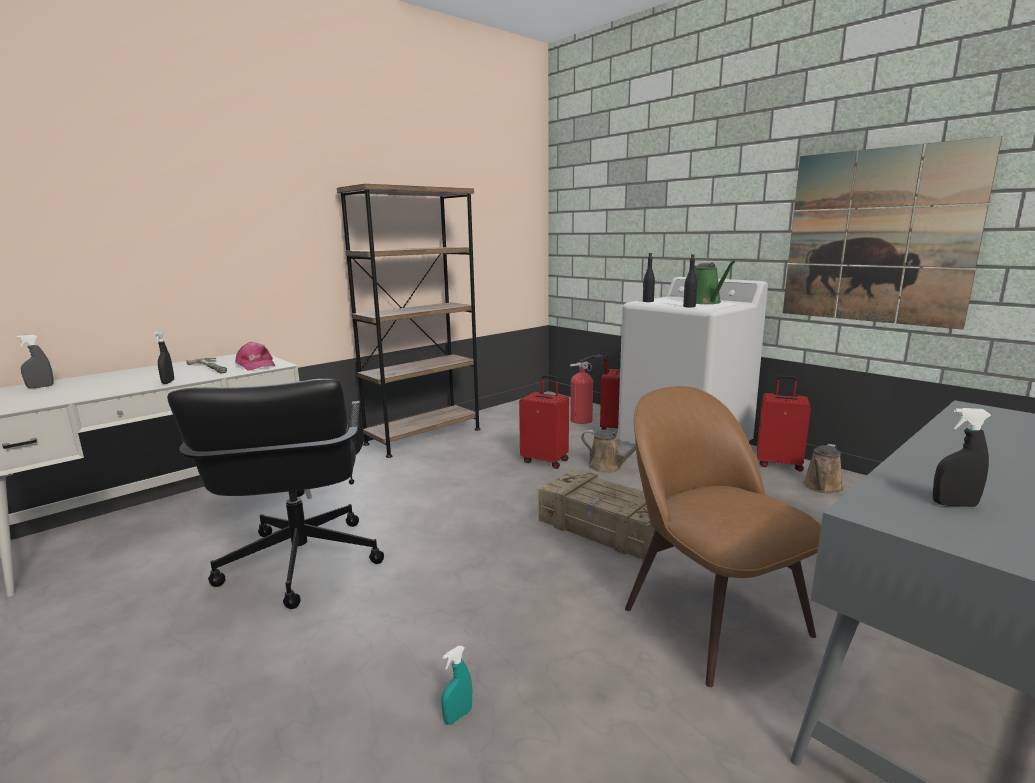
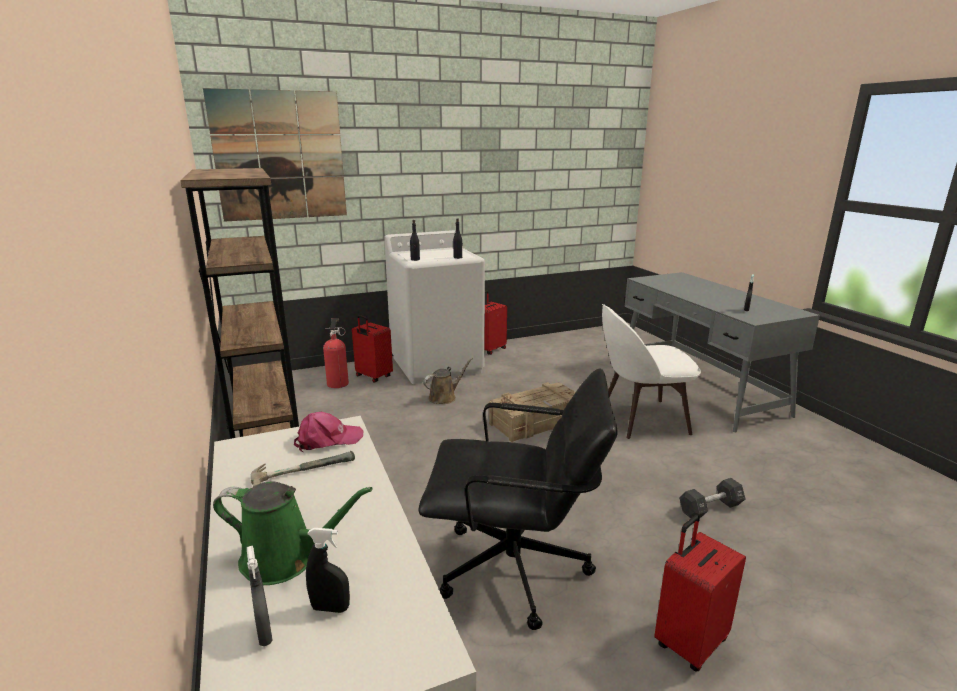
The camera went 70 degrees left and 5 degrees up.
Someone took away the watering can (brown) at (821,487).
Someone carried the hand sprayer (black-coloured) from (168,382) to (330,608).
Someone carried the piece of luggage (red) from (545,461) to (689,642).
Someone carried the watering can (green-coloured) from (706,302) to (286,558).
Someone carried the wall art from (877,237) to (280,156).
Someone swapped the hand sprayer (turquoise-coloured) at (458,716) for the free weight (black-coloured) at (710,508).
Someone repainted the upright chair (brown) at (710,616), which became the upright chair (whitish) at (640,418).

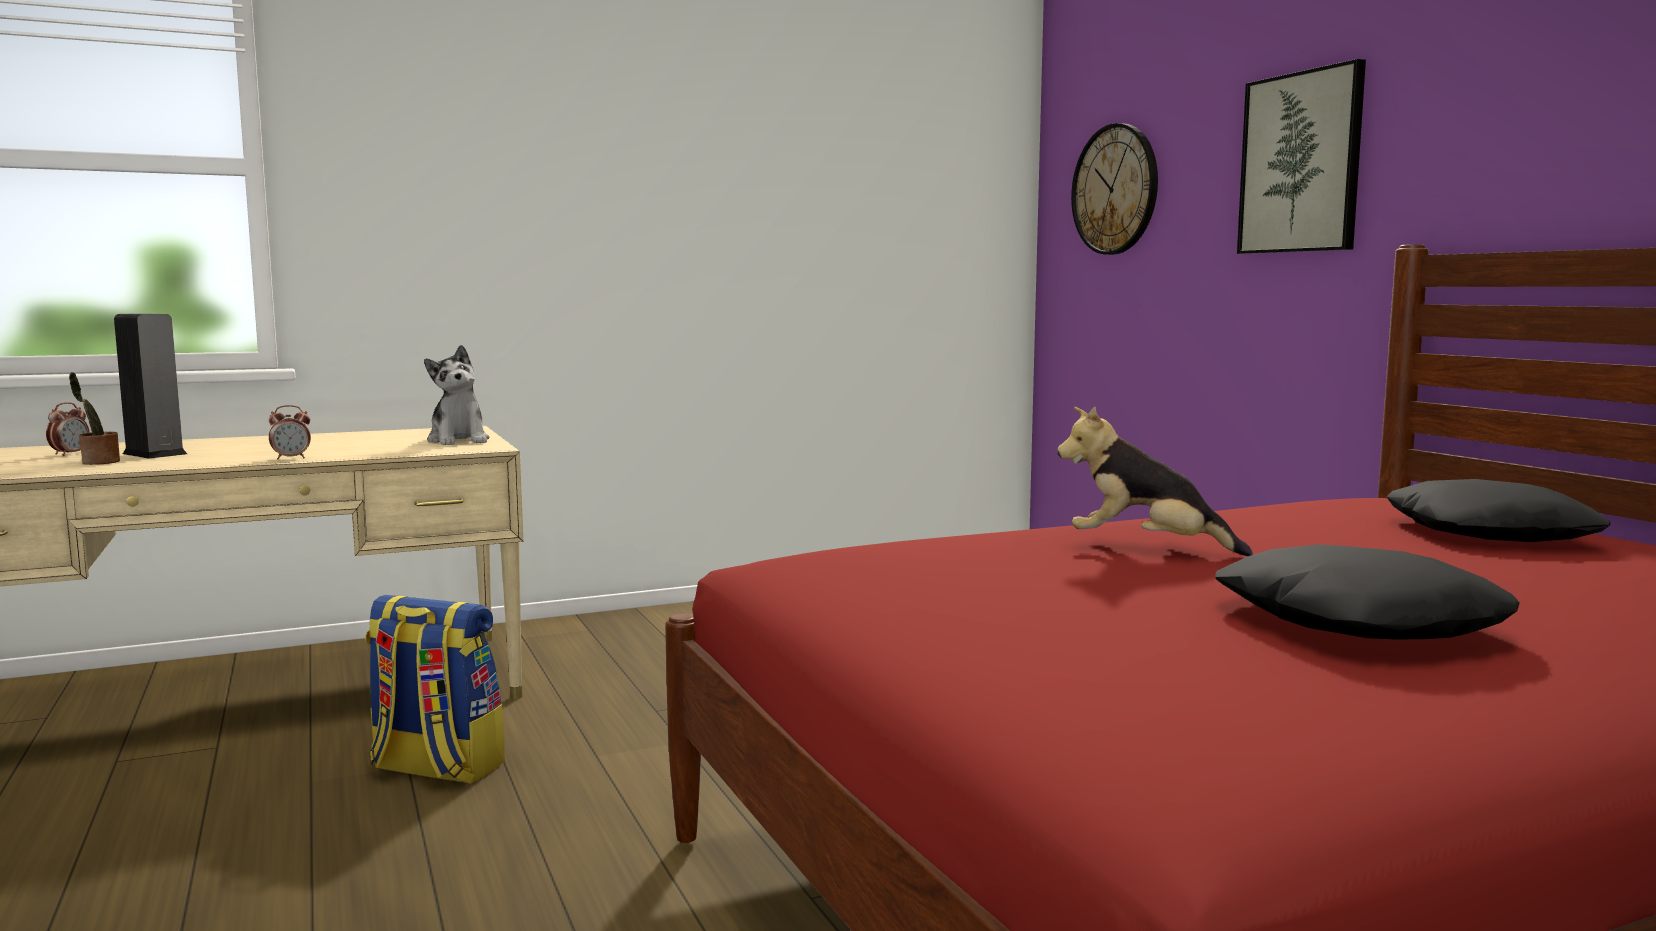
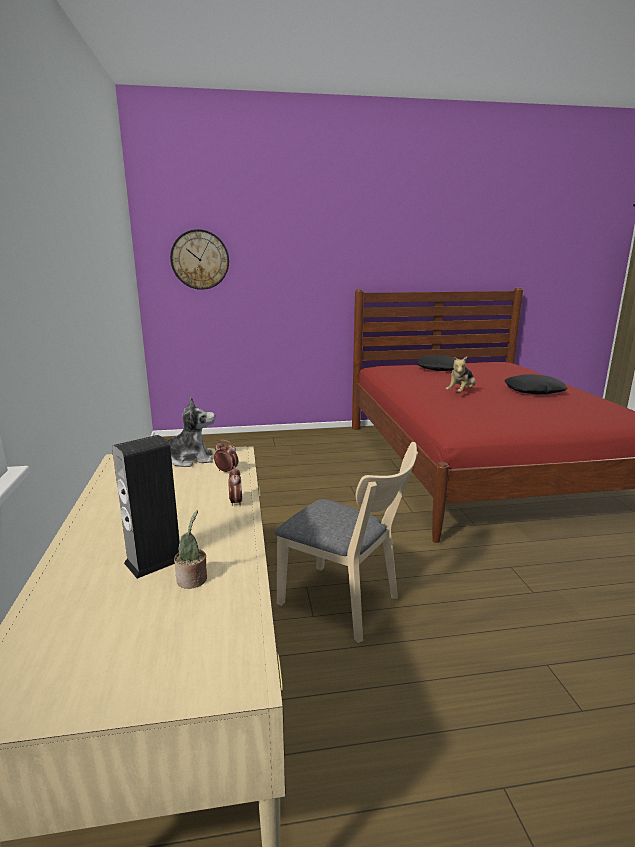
The camera went 75 degrees left and 10 degrees up.
Someone took away the wall art at (1301,163).
Someone carried the bedside clock from (70,454) to (226,471).
Someone swapped the rucksack at (435,768) for the upright chair (beige) at (346,603).

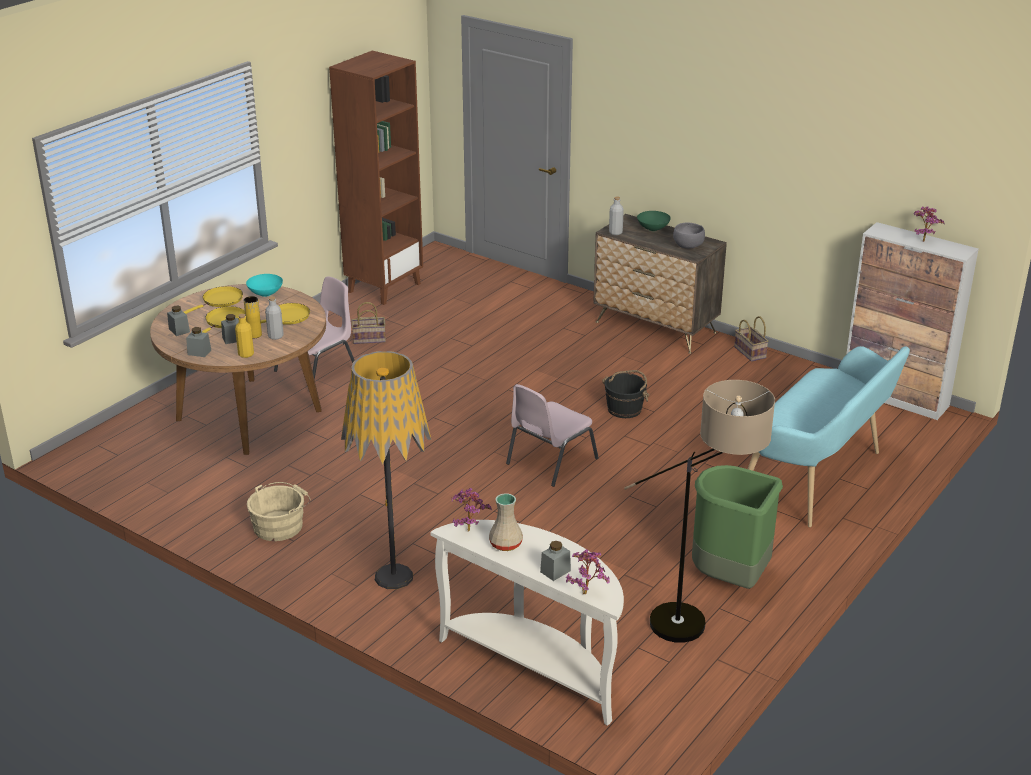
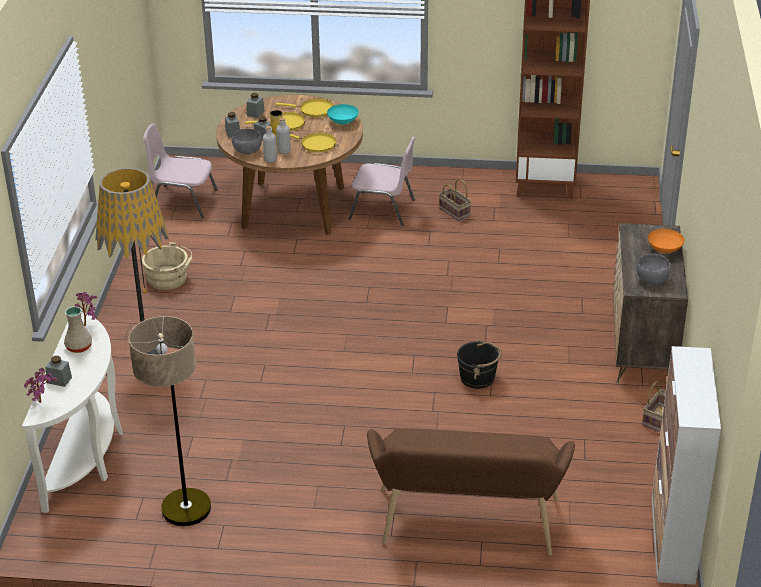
The camera went 60 degrees right and 5 degrees up.
Someone took away the trash can (green-coloured) at (729,579).
Someone took away the plant in a pot at (922,240).
Someone carried the upright chair (pinkish) from (550,461) to (182,201).
Someone carried the drink bottle (grey) from (615,232) to (270,159).
Someone swapped the drink bottle (yellowish) at (246,354) for the deep dish (grey) at (247,150).
Someone repainted the deep dish (green-coloured) at (653,229), which became the deep dish (orange-coloured) at (664,250).
Someone repainted the long seat (turquoise-coloured) at (817,479), which became the long seat (brown) at (467,528).

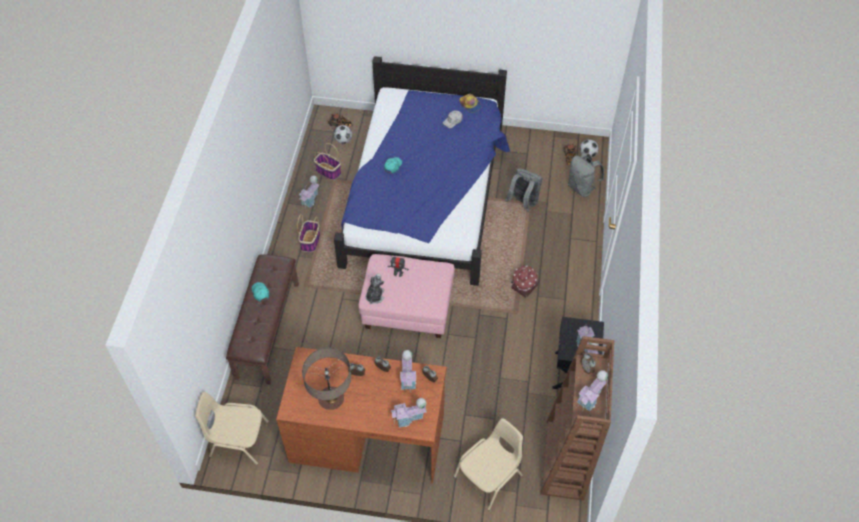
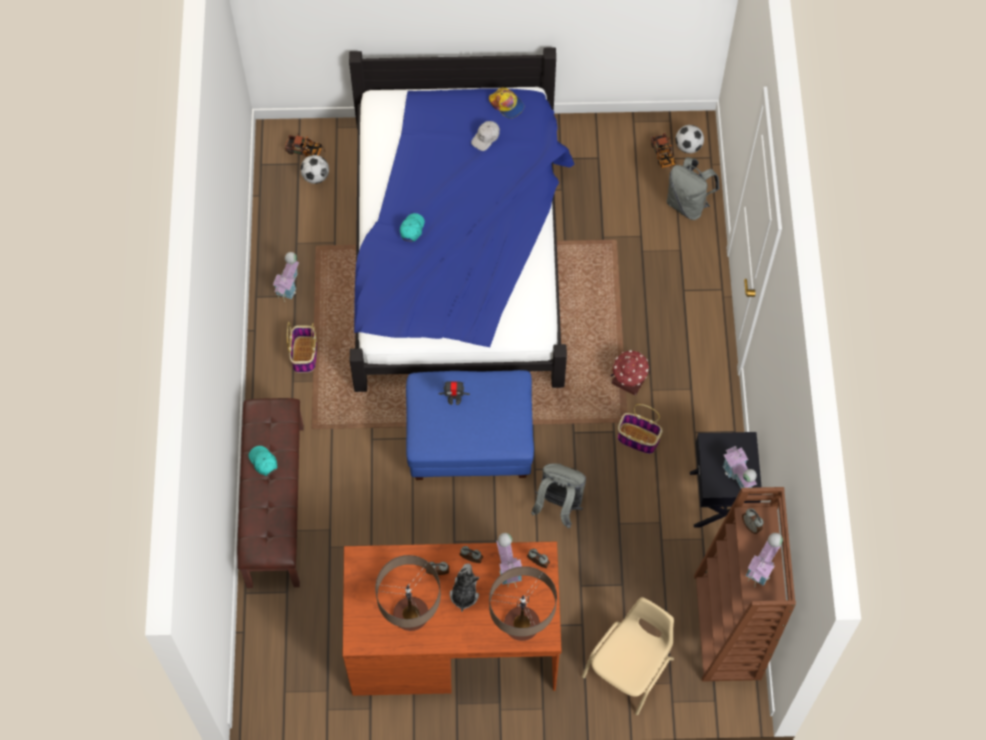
The camera went 10 degrees left and 10 degrees up.
Someone took away the upright chair (beige) at (238,439).
Someone carried the household basket from (328,171) to (637,439).
Someone carried the plush toy from (375,296) to (464,593).
Someone carried the rucksack (grey) from (523,203) to (558,505).
Someone swapped the miniature house at (409,418) for the table lamp at (521,624).
Someone repainted the footrest (pinkish) at (408,309), which became the footrest (blue-coloured) at (470,440).

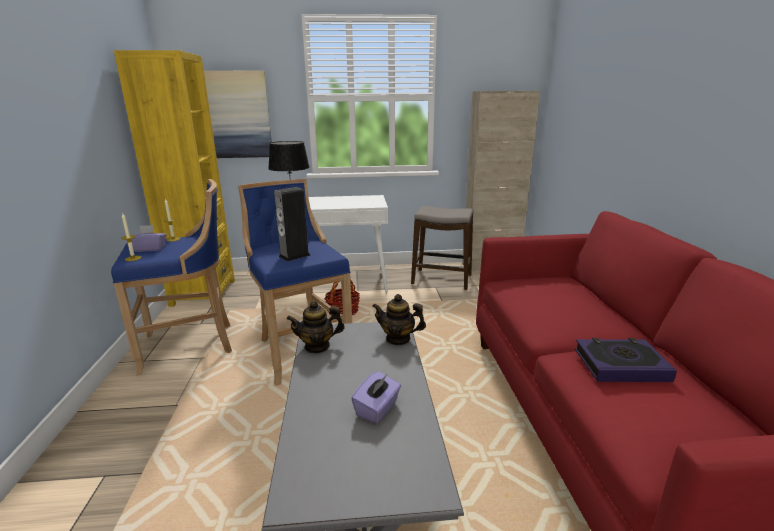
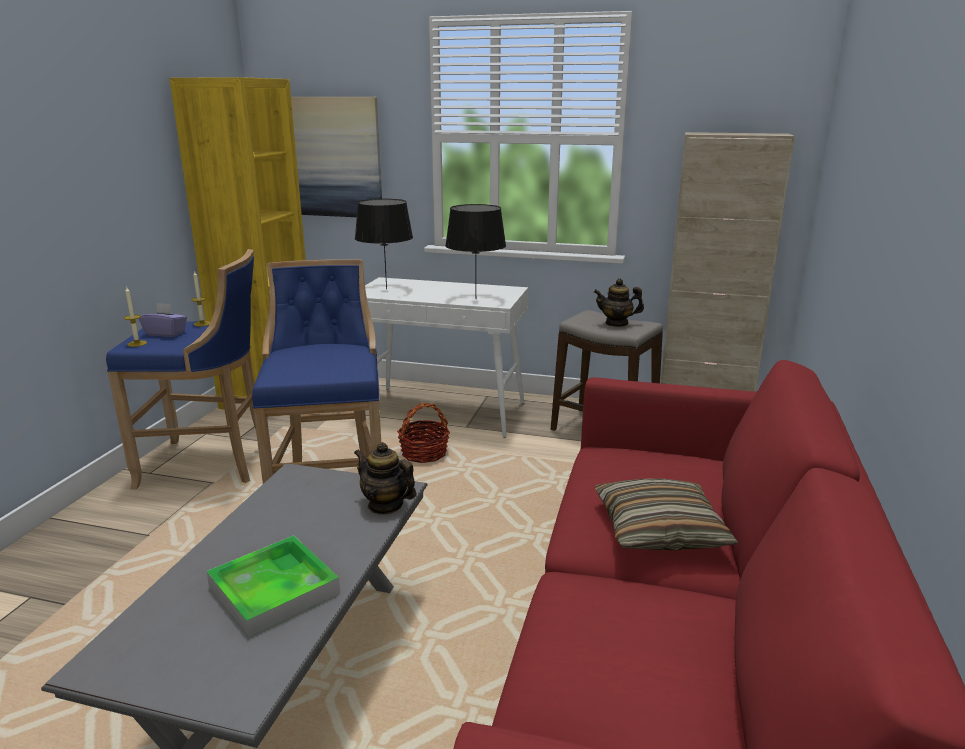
The camera went 20 degrees right and 0 degrees up.
Someone took away the loudspeaker at (294,256).
Someone took away the bound book at (620,365).
Someone put down the table lamp (black-coloured) at (476,299).
Someone put down the pillow at (659,530).
Someone carried the pot for tea from (317,346) to (616,323).
Someone swapped the tissue holder (purplish) at (377,409) for the serving tray at (274,589).

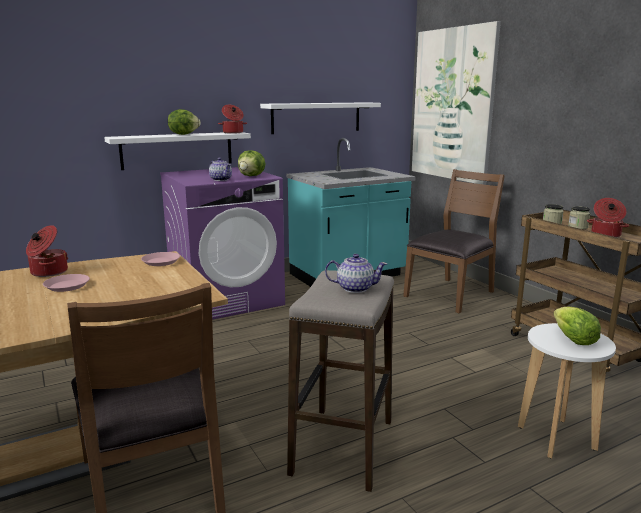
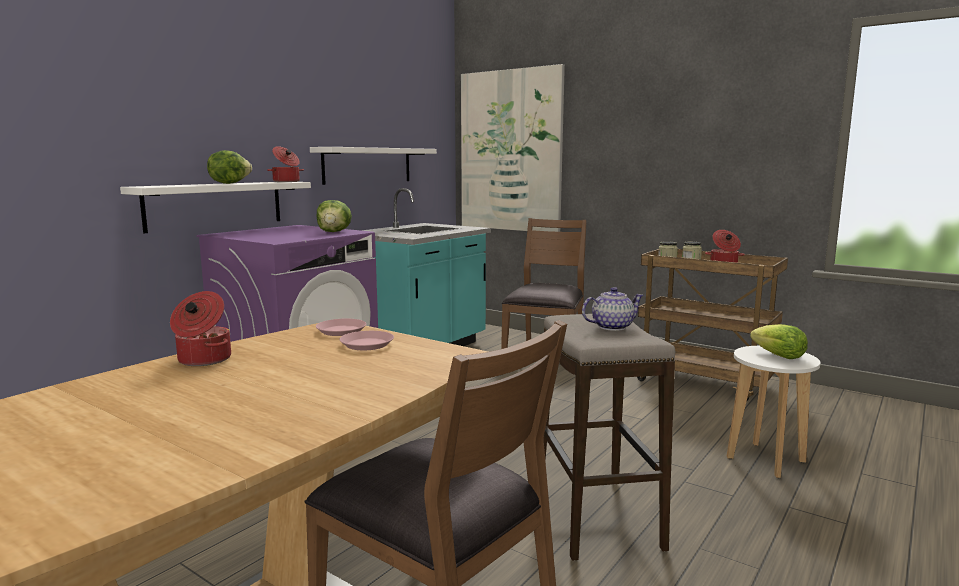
The camera went 25 degrees left and 5 degrees down.
Someone took away the pot for tea at (221,179).
Someone carried the plate (pinkish) from (67,286) to (367,344).

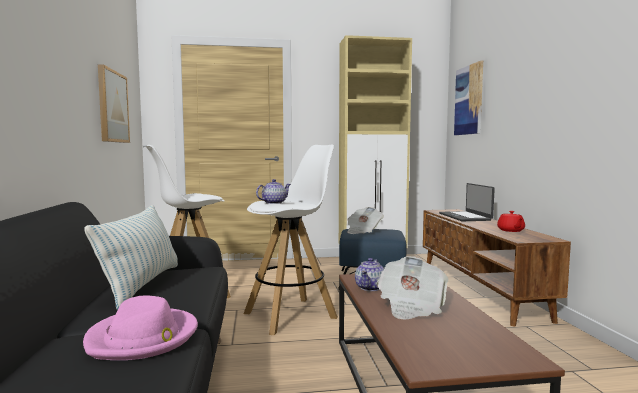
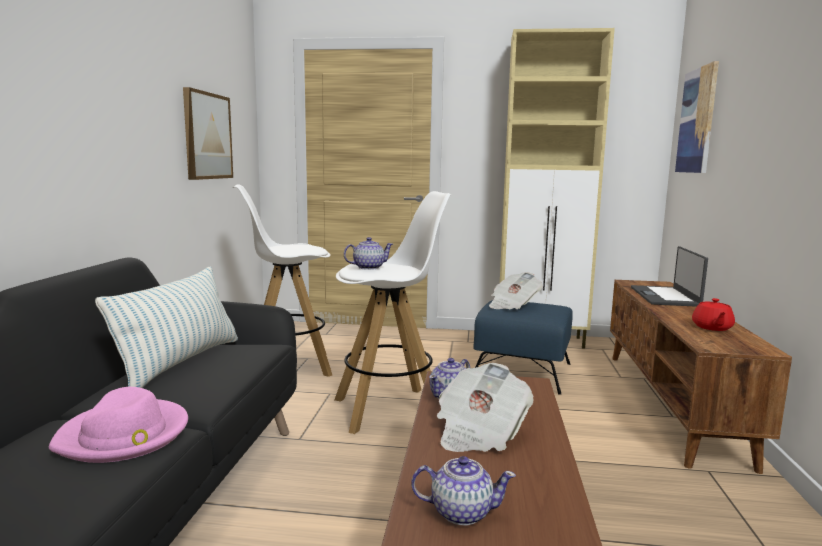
The camera went 15 degrees right and 5 degrees up.
Someone put down the pot for tea at (461,512).

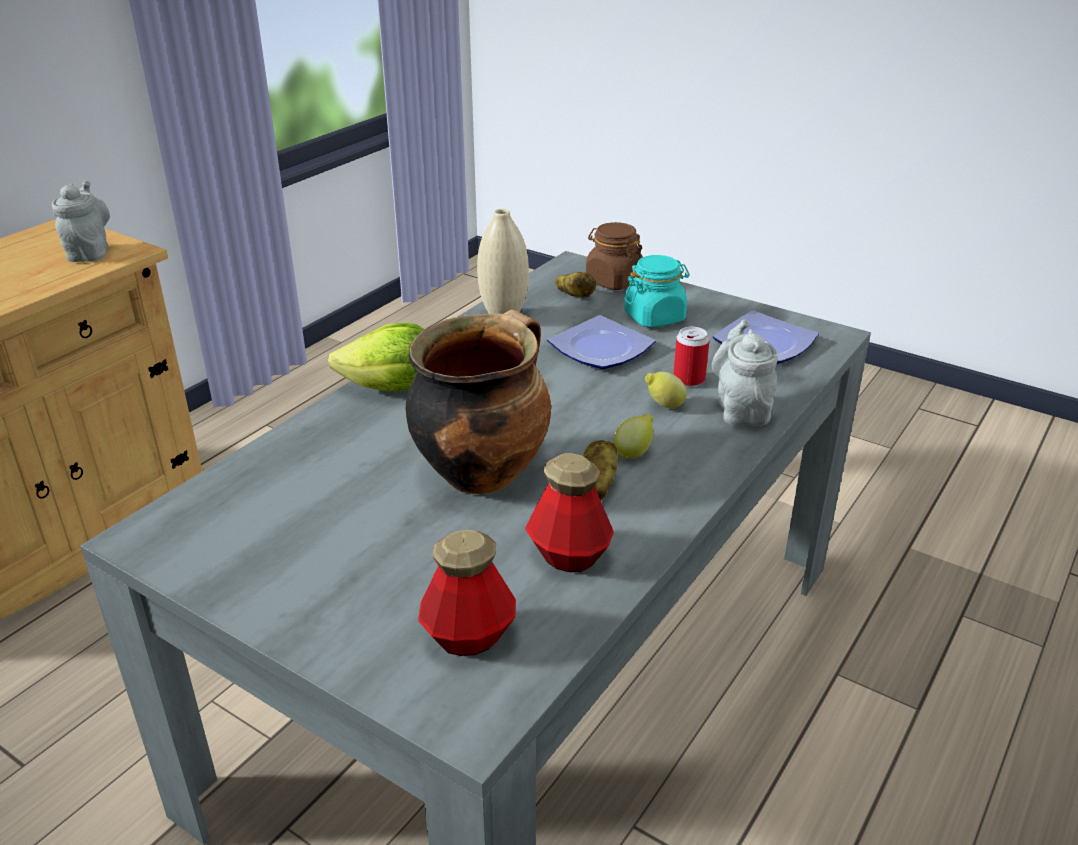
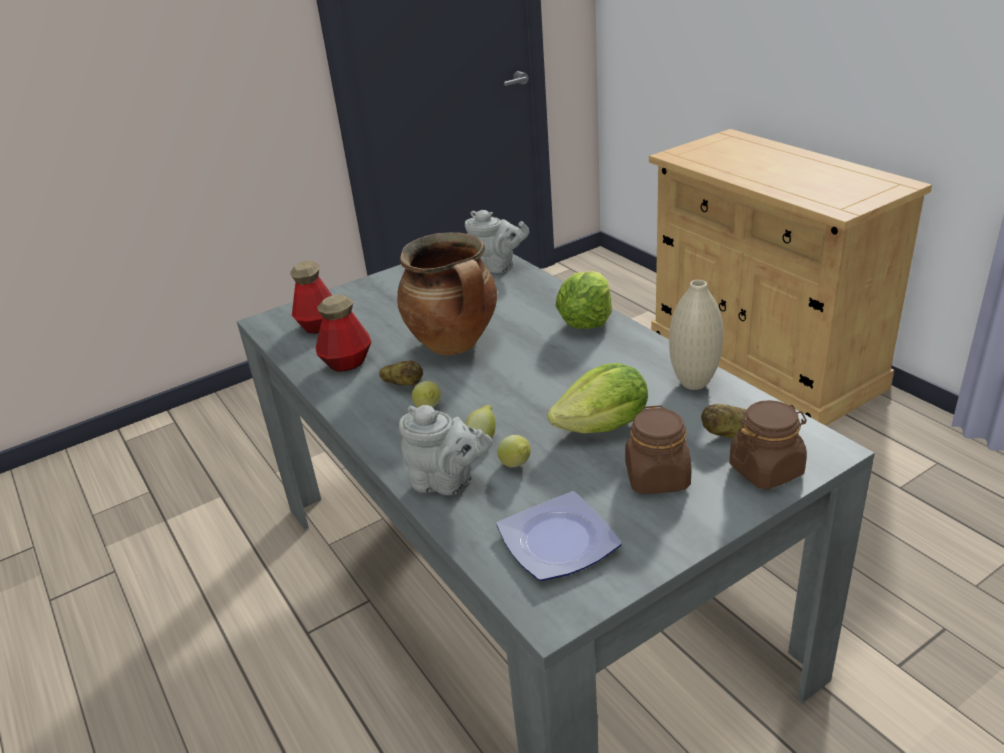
The camera went 115 degrees right and 0 degrees up.
Someone carried the pot for tea (grey) from (89,252) to (496,268).
Someone swapped the plate at (600,348) for the lettuce head at (604,427).
Someone swapped the sealed can at (689,379) for the citrus fruit at (516,465).
Someone repainted the storage jar (turquoise-coloured) at (654,317), which became the storage jar (brown) at (657,477).

